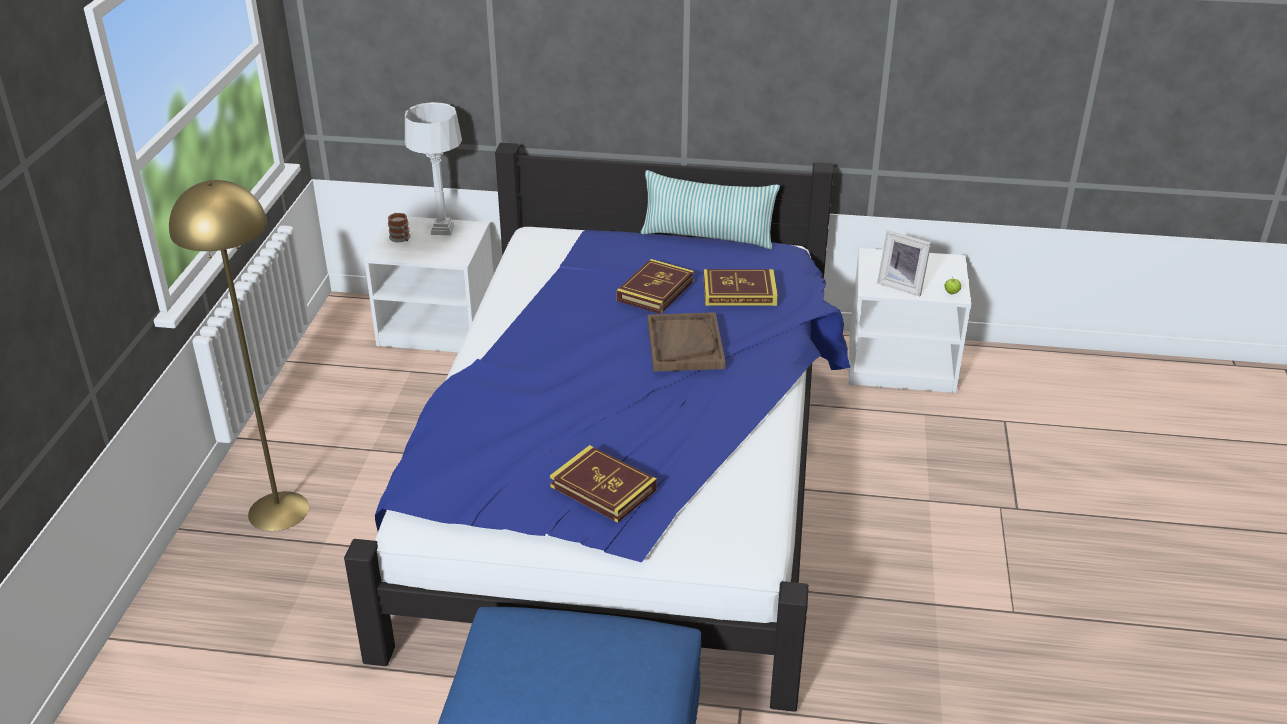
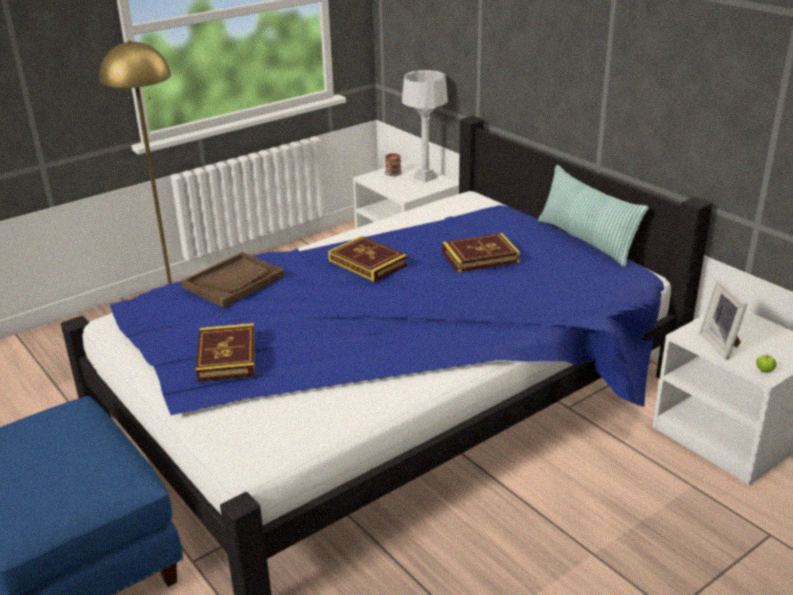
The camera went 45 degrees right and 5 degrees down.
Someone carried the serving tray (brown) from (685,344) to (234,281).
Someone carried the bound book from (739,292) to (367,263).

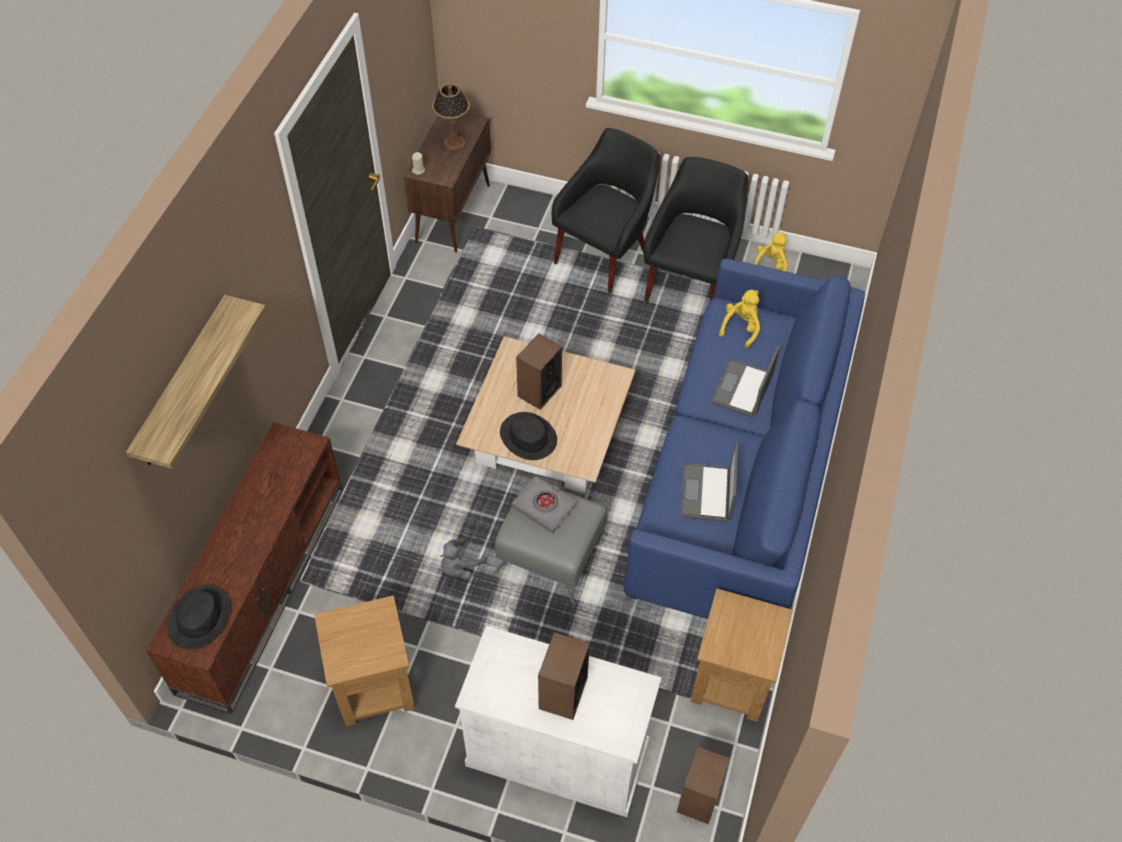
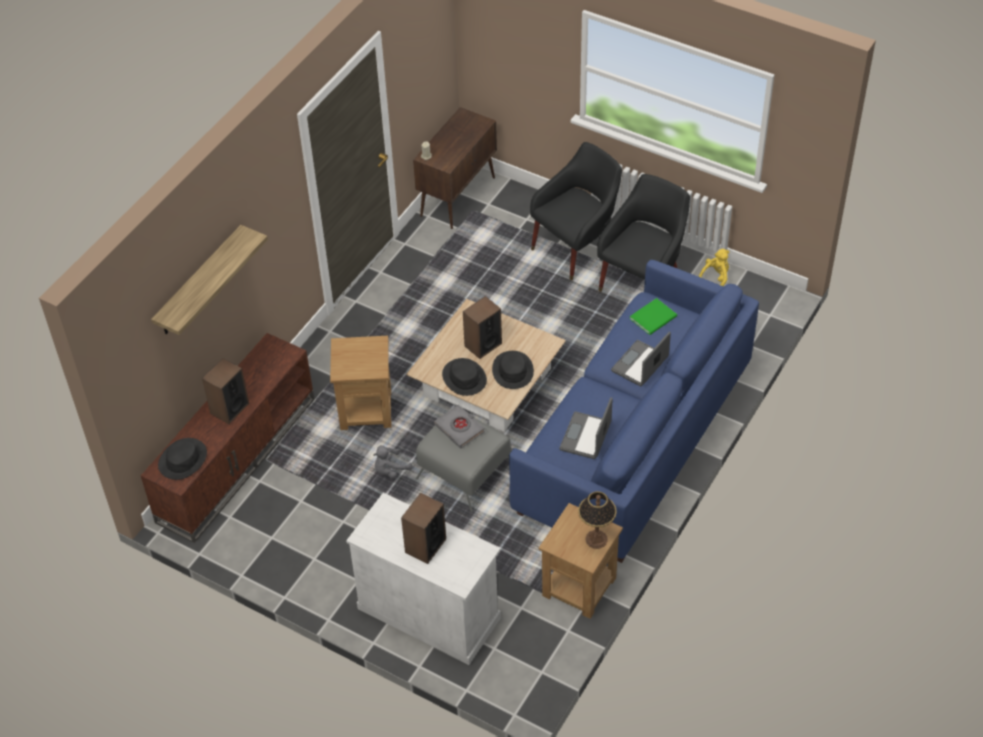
The camera went 15 degrees right and 5 degrees down.
Someone put down the clothing hat (black-coloured) at (512,371).
Someone carried the side table (brown) from (373,687) to (365,410).
Someone carried the table lamp from (454,143) to (596,539).
Someone carried the loudspeaker from (698,798) to (229,408).
Someone swapped the plush toy (yellowish) at (741,328) for the bound book (green-coloured) at (654,317).

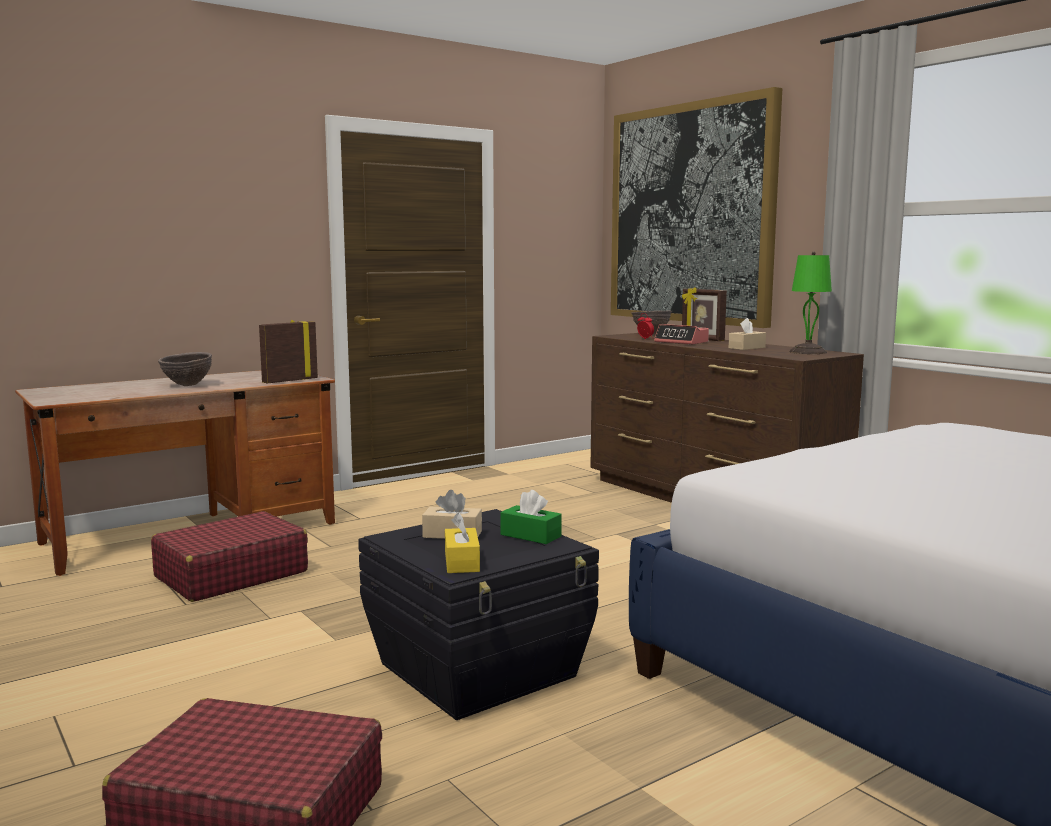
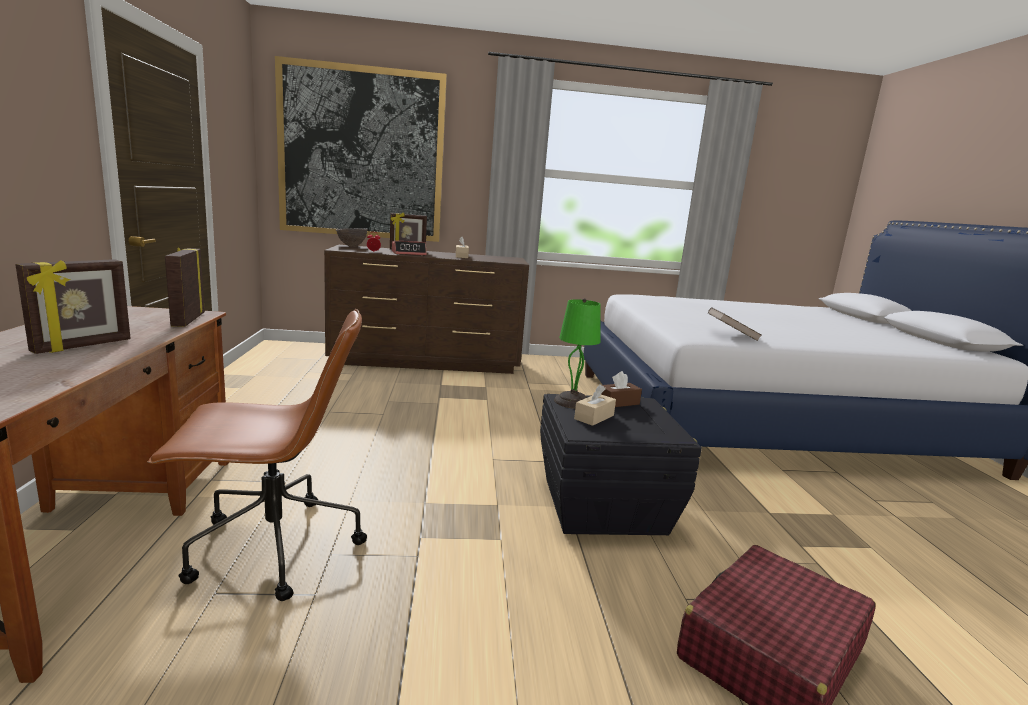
The camera went 60 degrees left and 5 degrees up.
Someone took away the tissue holder (yellowish) at (462,562).
Someone put down the bound book (brown) at (731,335).
Someone carried the table lamp (green-coloured) from (807,352) to (571,401).
Someone swapped the piece of luggage (red) at (231,575) for the office chair (brown) at (272,548).
Someone swapped the deep dish (brown) at (187,385) for the picture frame at (83,346).
Someone repainted the tissue holder (green-coloured) at (530,535), which became the tissue holder (brown) at (618,402).

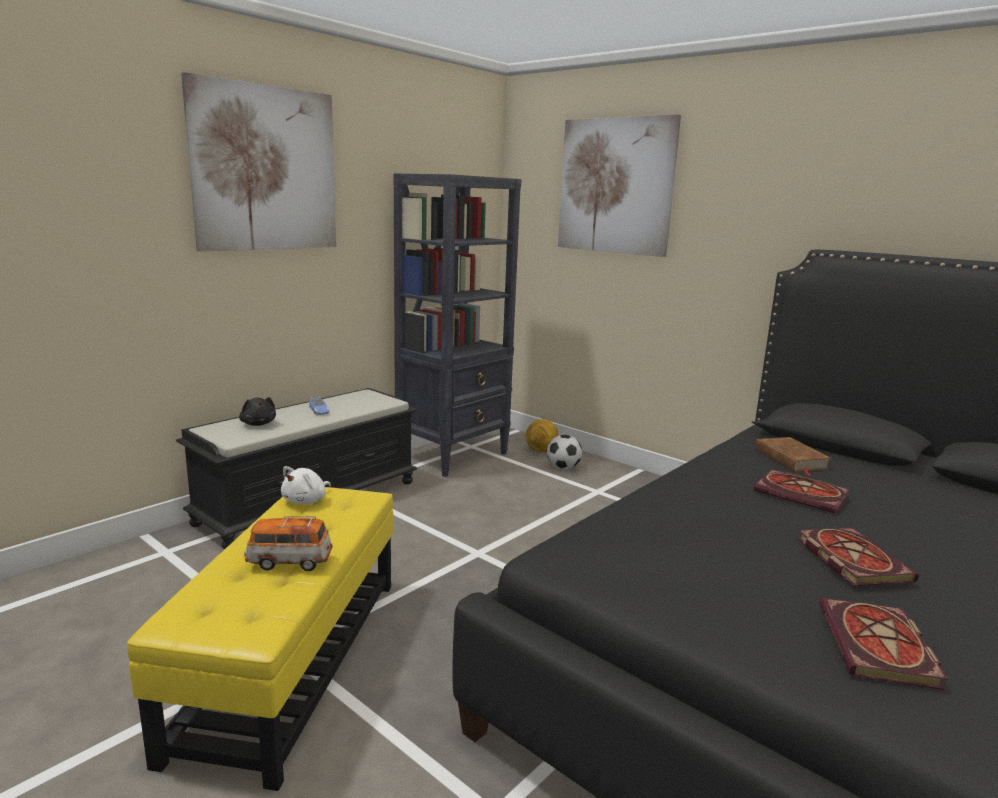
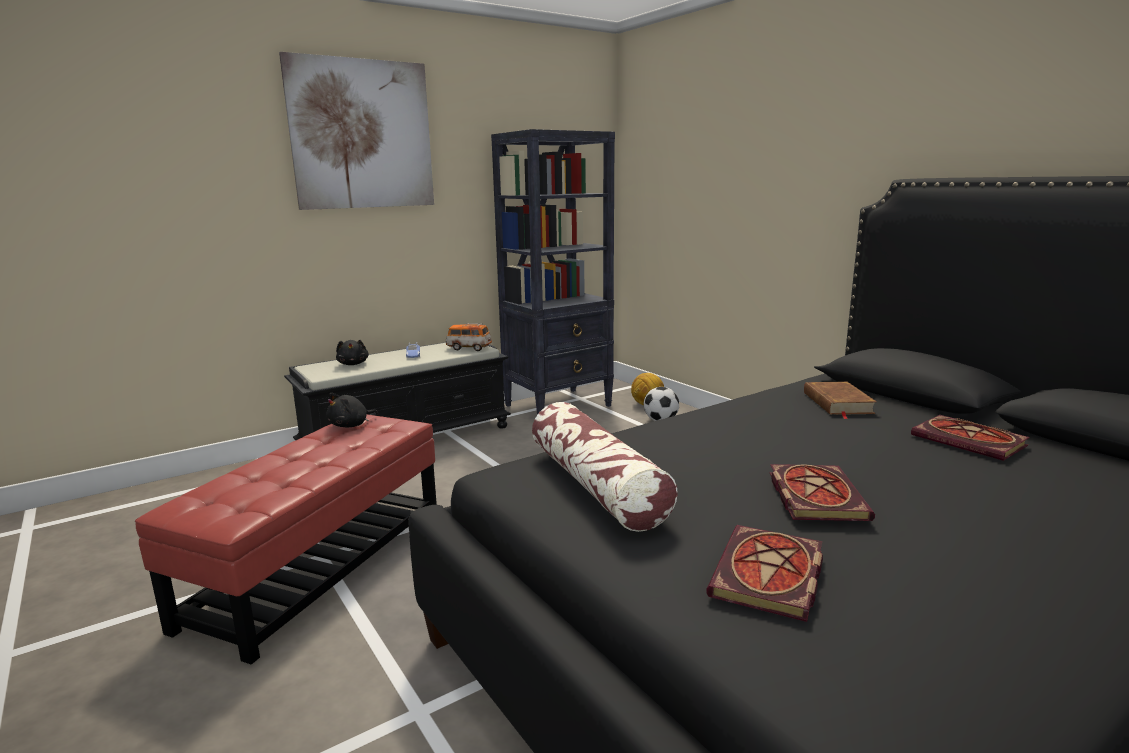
The camera went 15 degrees right and 0 degrees up.
Someone took away the wall art at (615,186).
Someone put down the pillow at (597,485).
Someone carried the toy car from (289,562) to (469,348).
Someone carried the bound book from (803,494) to (971,441).
Someone repainted the footrest (yellowish) at (291,660), which became the footrest (red) at (319,564).
Someone repainted the plush toy (whitish) at (306,500), which became the plush toy (black-coloured) at (351,425).

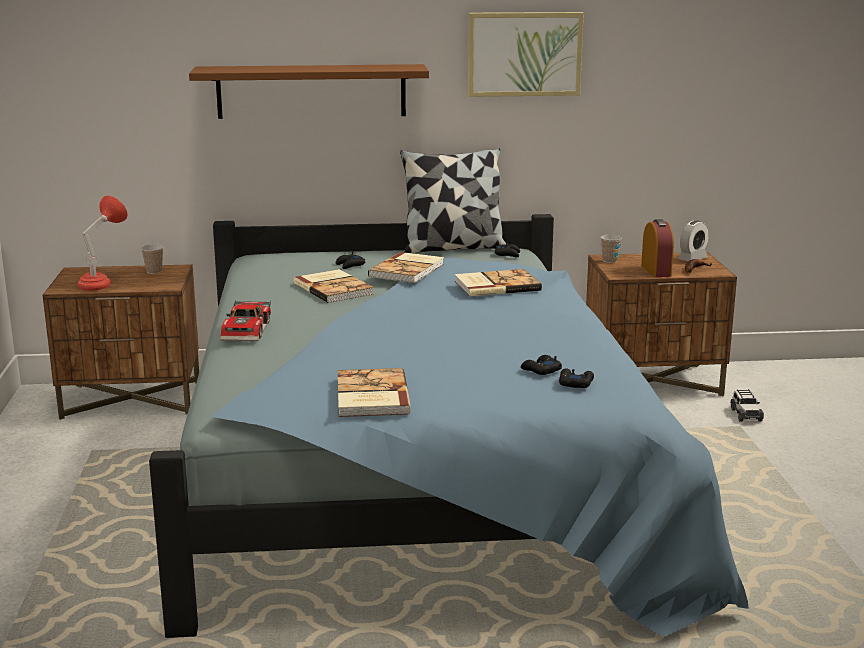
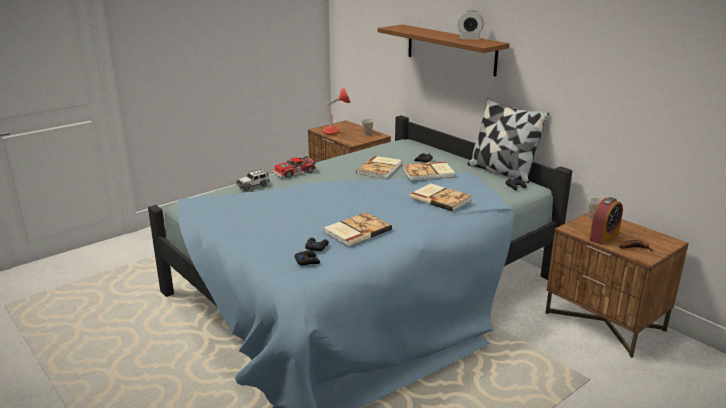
The camera went 55 degrees right and 5 degrees up.
Someone took away the wall art at (524,54).
Someone carried the bound book from (370,396) to (356,231).
Someone carried the bedside clock from (692,259) to (469,39).
Someone carried the toy car from (745,414) to (253,186).

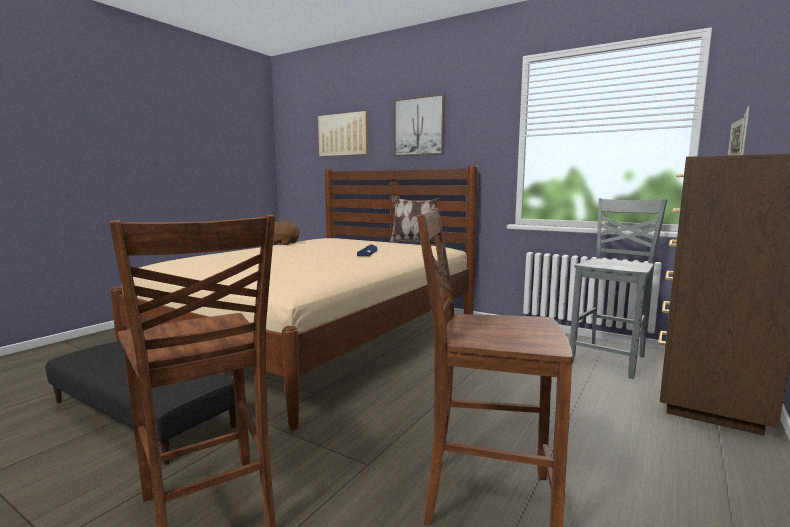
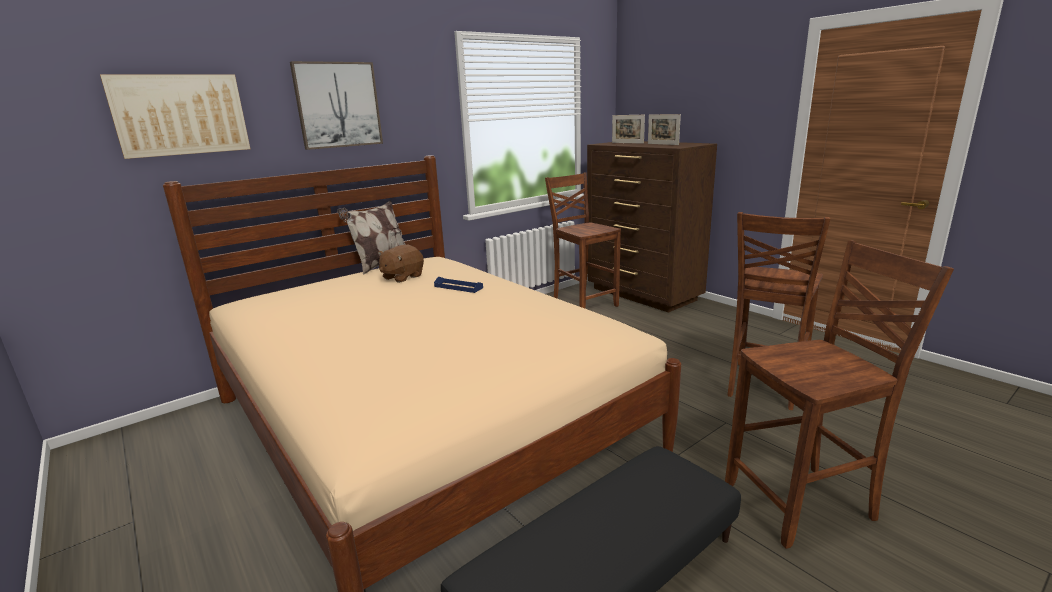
The camera went 70 degrees left and 10 degrees up.
Someone carried the plush toy (brown) from (283,243) to (402,277).
Someone repainted the upright chair (grey) at (610,360), which became the upright chair (brown) at (583,303).

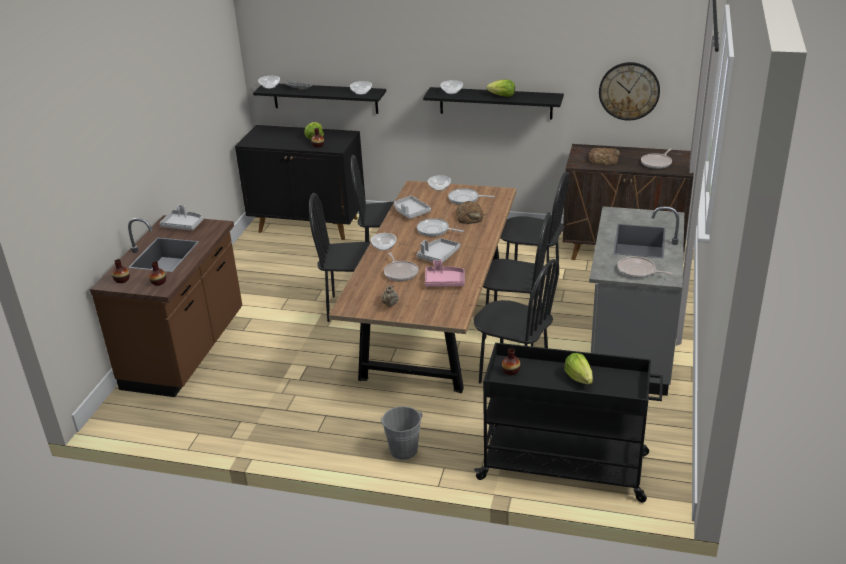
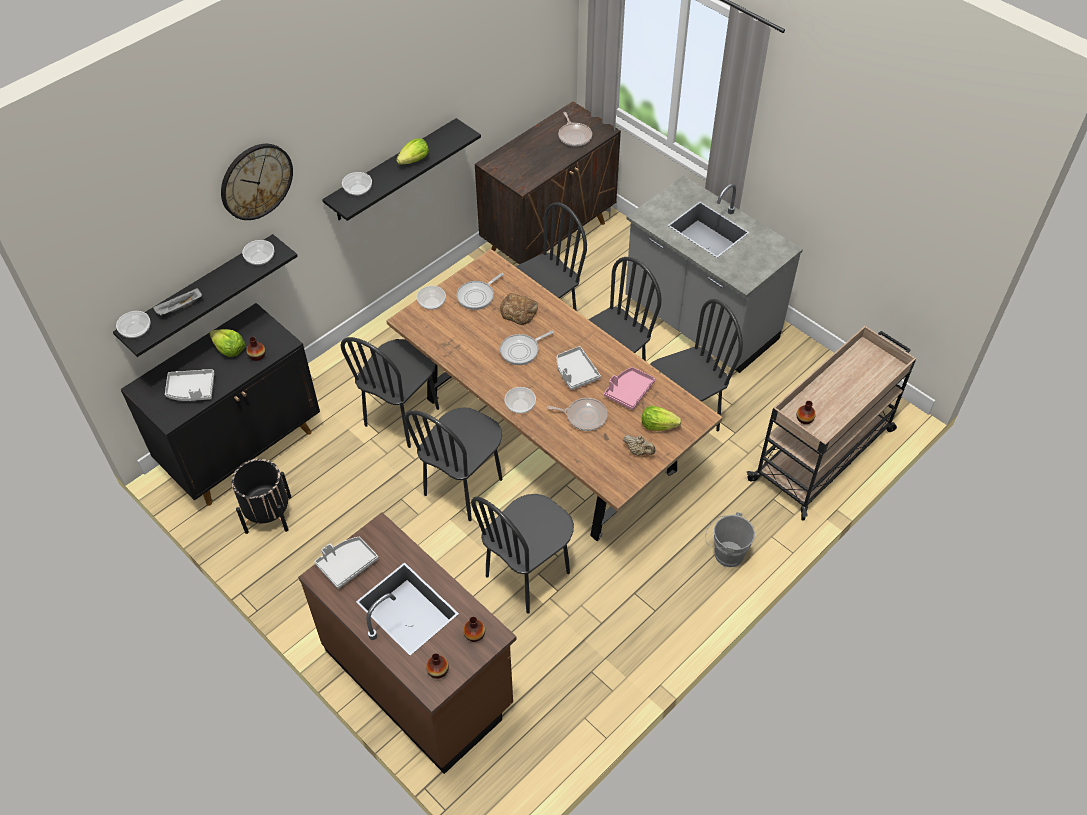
The camera went 60 degrees left and 20 degrees up.
Someone took away the bakery bread at (603,160).
Someone took away the skillet at (638,271).
Someone put down the planter (black-coloured) at (268,514).
Someone put down the upright chair (black-coloured) at (528,575).
Someone carried the serving tray (grey) from (410,212) to (191,390).
Someone carried the lettuce head from (579,378) to (658,425).
Someone carried the clock on the wall from (629,91) to (256,181).
Someone repainted the cart (black-coloured) at (565,467), which became the cart (beige) at (823,454).

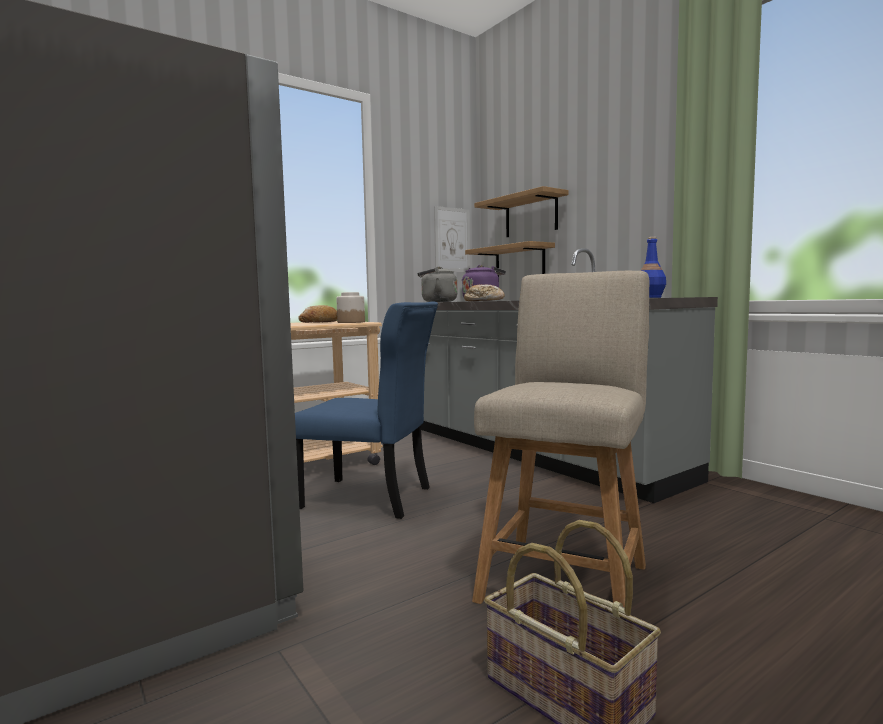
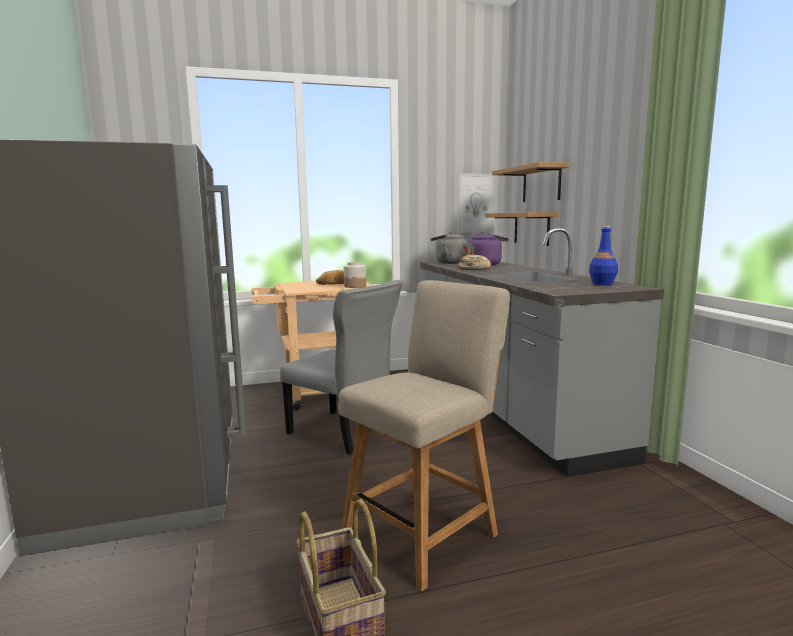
The camera went 20 degrees right and 5 degrees up.
Someone repainted the upright chair (blue-coloured) at (371,498), which became the upright chair (grey) at (343,433).

